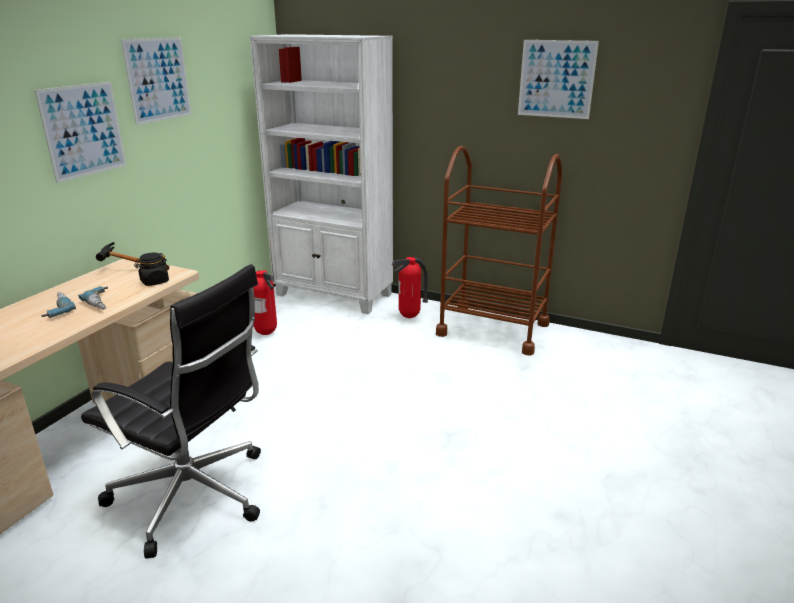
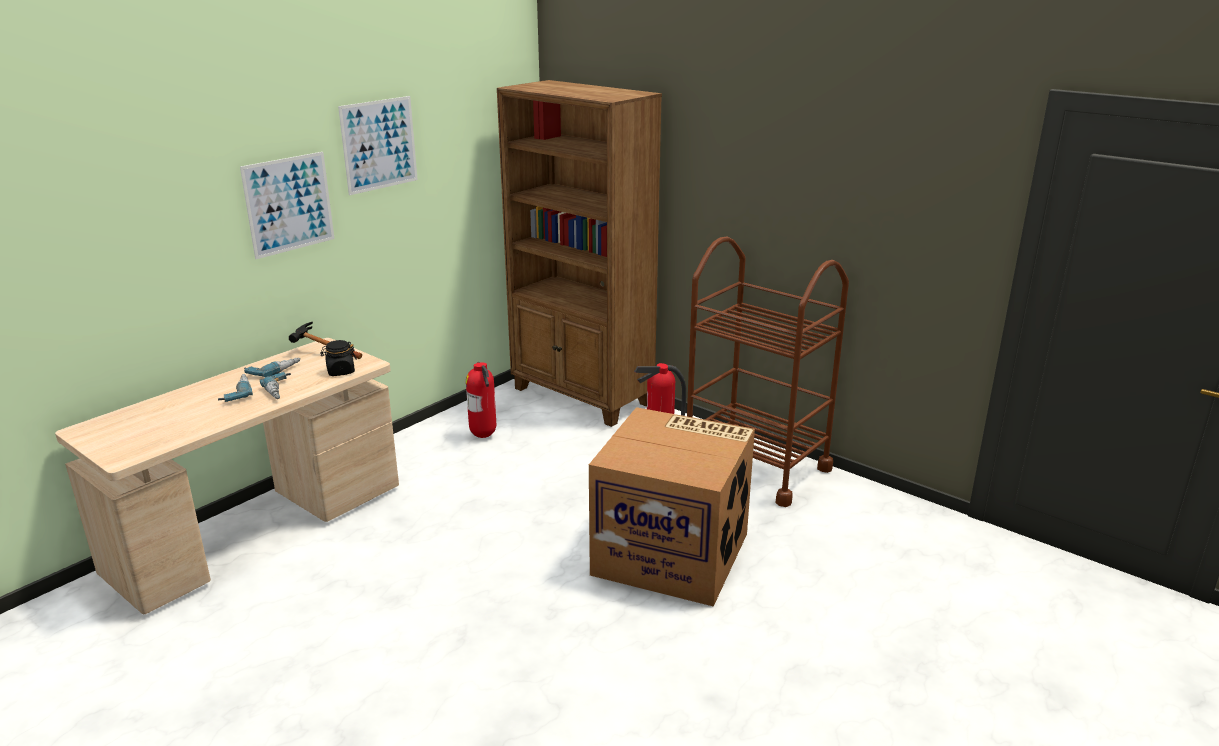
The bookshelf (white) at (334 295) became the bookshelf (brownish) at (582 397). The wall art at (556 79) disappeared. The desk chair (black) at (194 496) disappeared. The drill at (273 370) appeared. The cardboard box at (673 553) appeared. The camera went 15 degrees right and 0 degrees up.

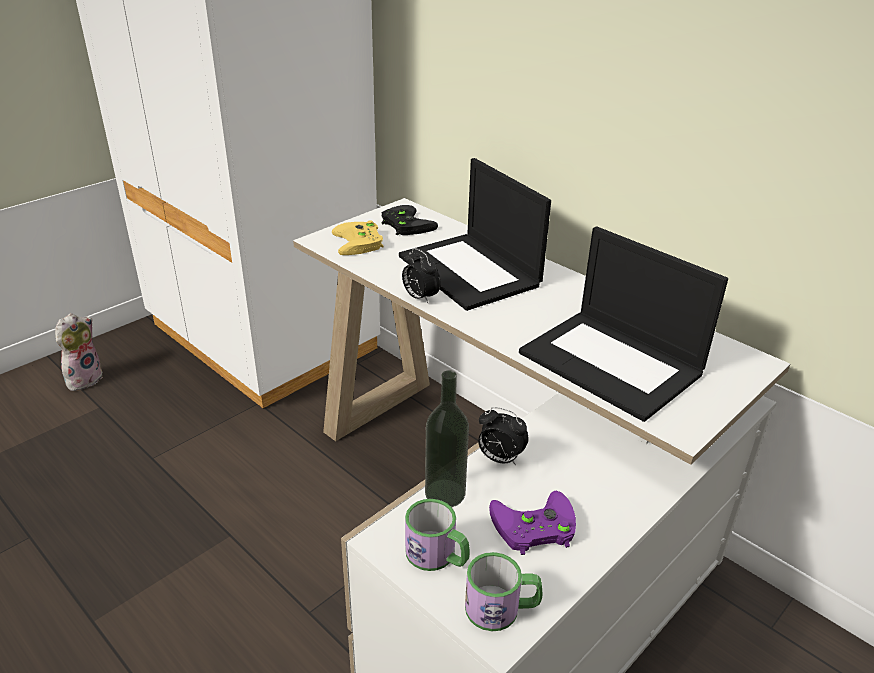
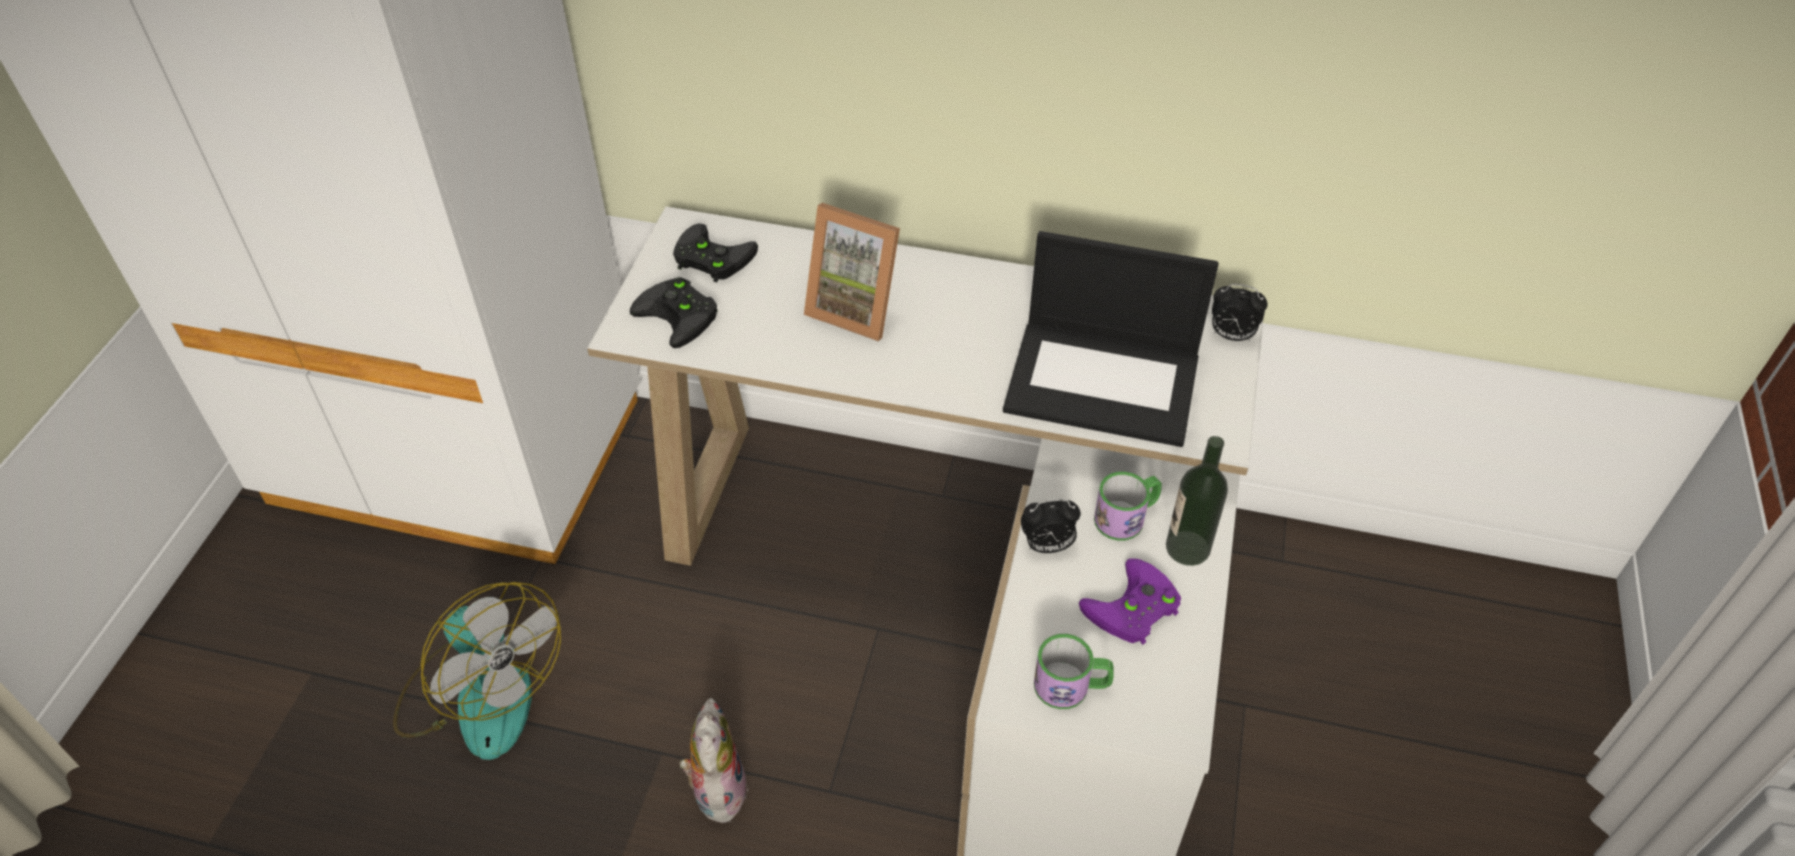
The laptop at (471 271) was replaced by the standing frame at (856 307). The joypad (yellow) at (360 243) became the joypad (black) at (681 315). The alarm clock moved from (419 297) to (1231 336). The soft toy moved from (84 378) to (717 789). The drink bottle moved from (445 493) to (1187 548). The tea mug moved from (502 608) to (1126 517). The electric fan at (481 694) appeared. The camera went 30 degrees left and 15 degrees up.

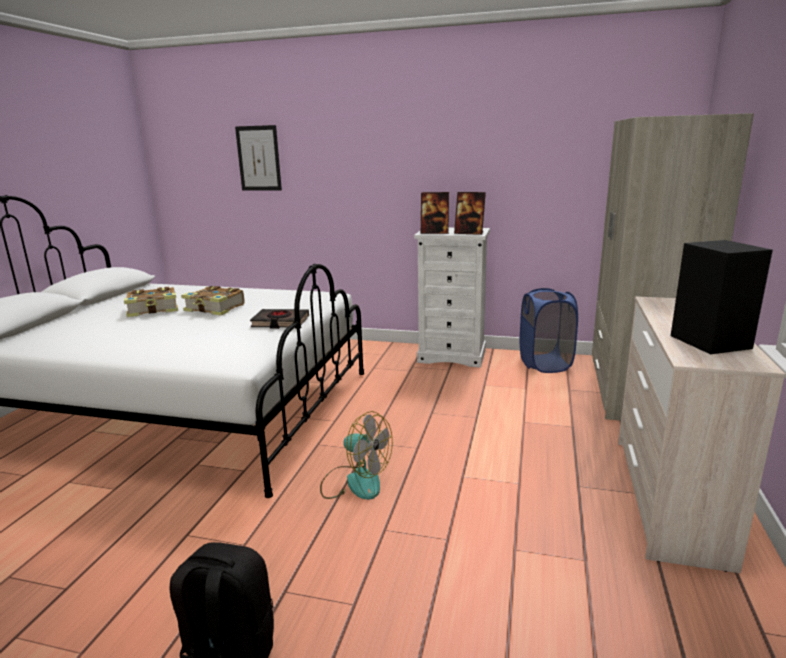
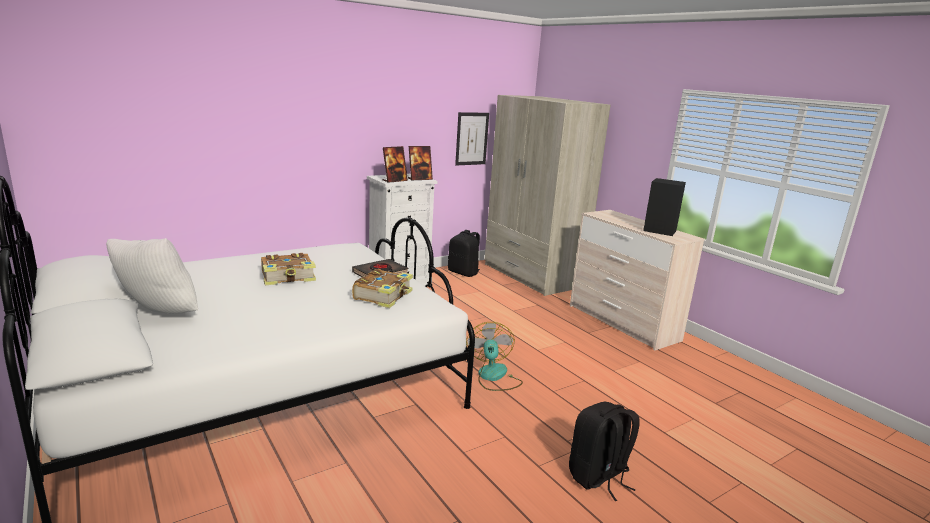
The wall art moved from (258 158) to (472 139). The volume moved from (154 310) to (384 296). The washing basket (blue-coloured) at (545 364) was replaced by the rucksack (black) at (463 273). The electric fan at (355 481) turned 75 degrees counterclockwise. The cushion (white) at (157 315) appeared. The camera went 50 degrees left and 0 degrees up.

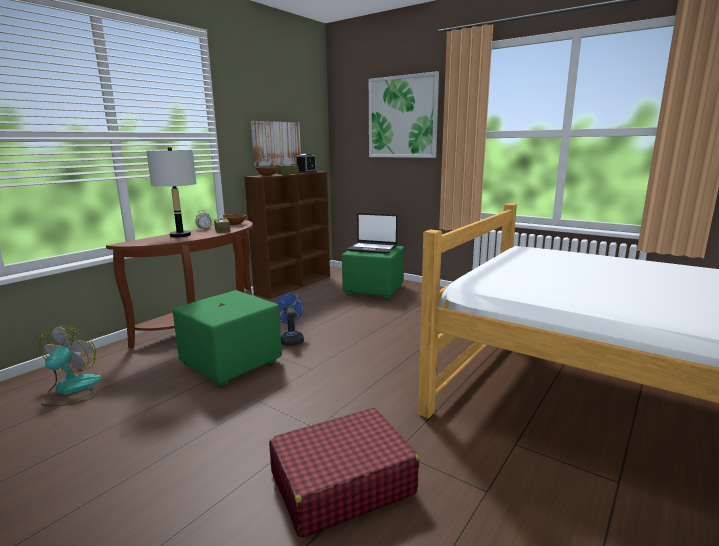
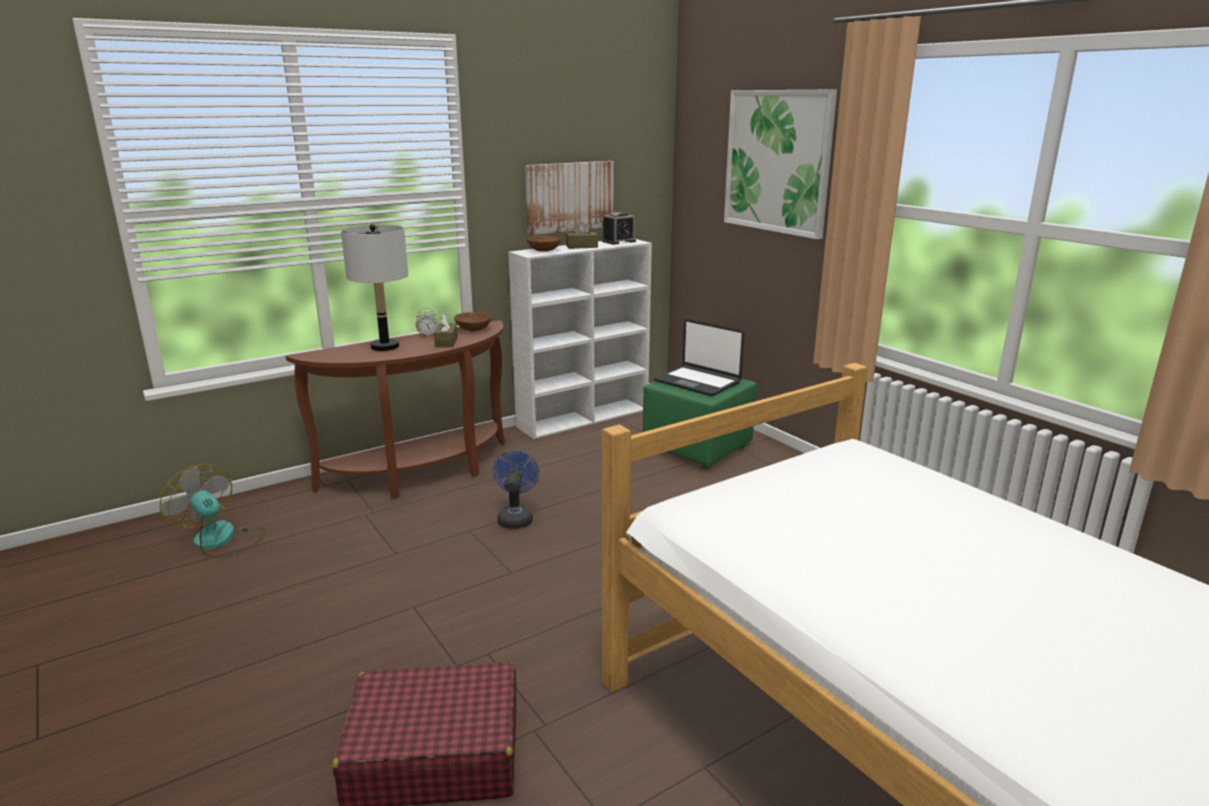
The bookshelf (brownish) at (294 284) became the bookshelf (white) at (584 417). The footrest (green) at (233 364) disappeared. The electric fan at (71 390) turned 75 degrees counterclockwise. The camera went 20 degrees right and 5 degrees up.

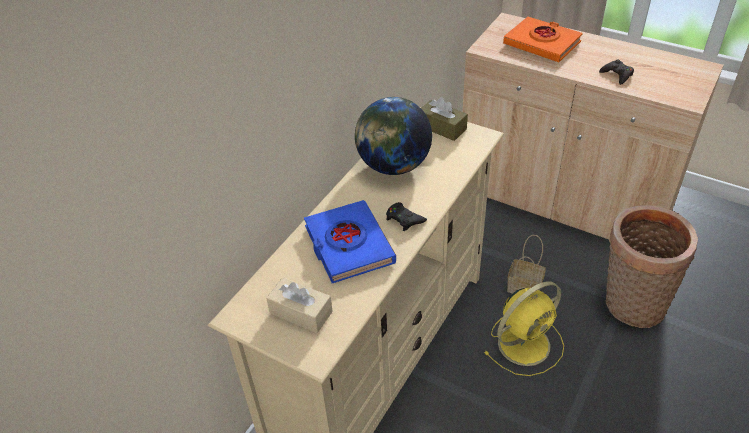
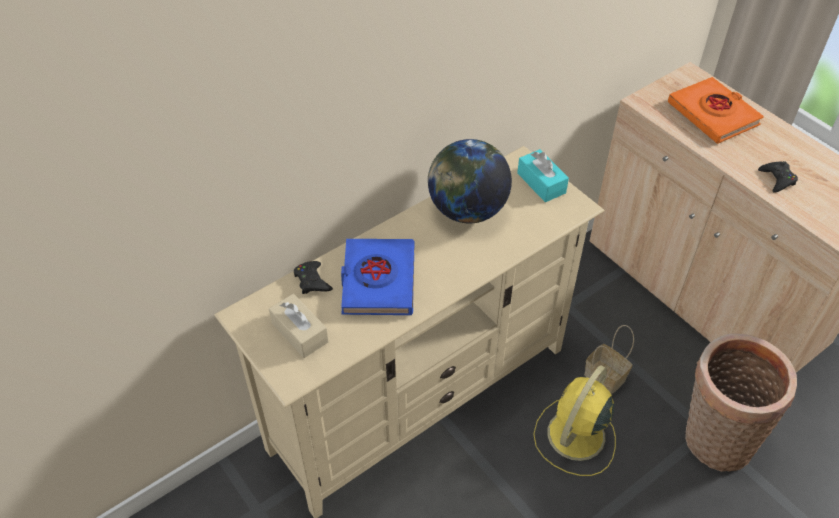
The tissue holder (brownish) at (442 127) became the tissue holder (turquoise-coloured) at (541 183). The joypad (black) moved from (404 219) to (312 281). The electric fan (yellow) at (525 343) turned 135 degrees clockwise. The camera went 20 degrees right and 5 degrees up.

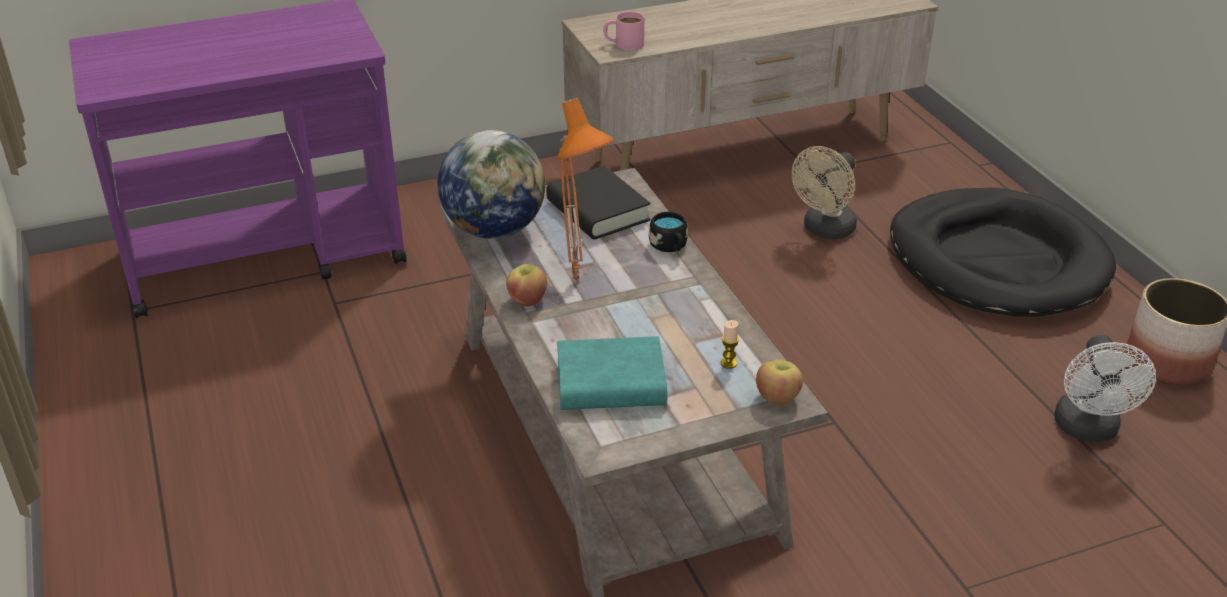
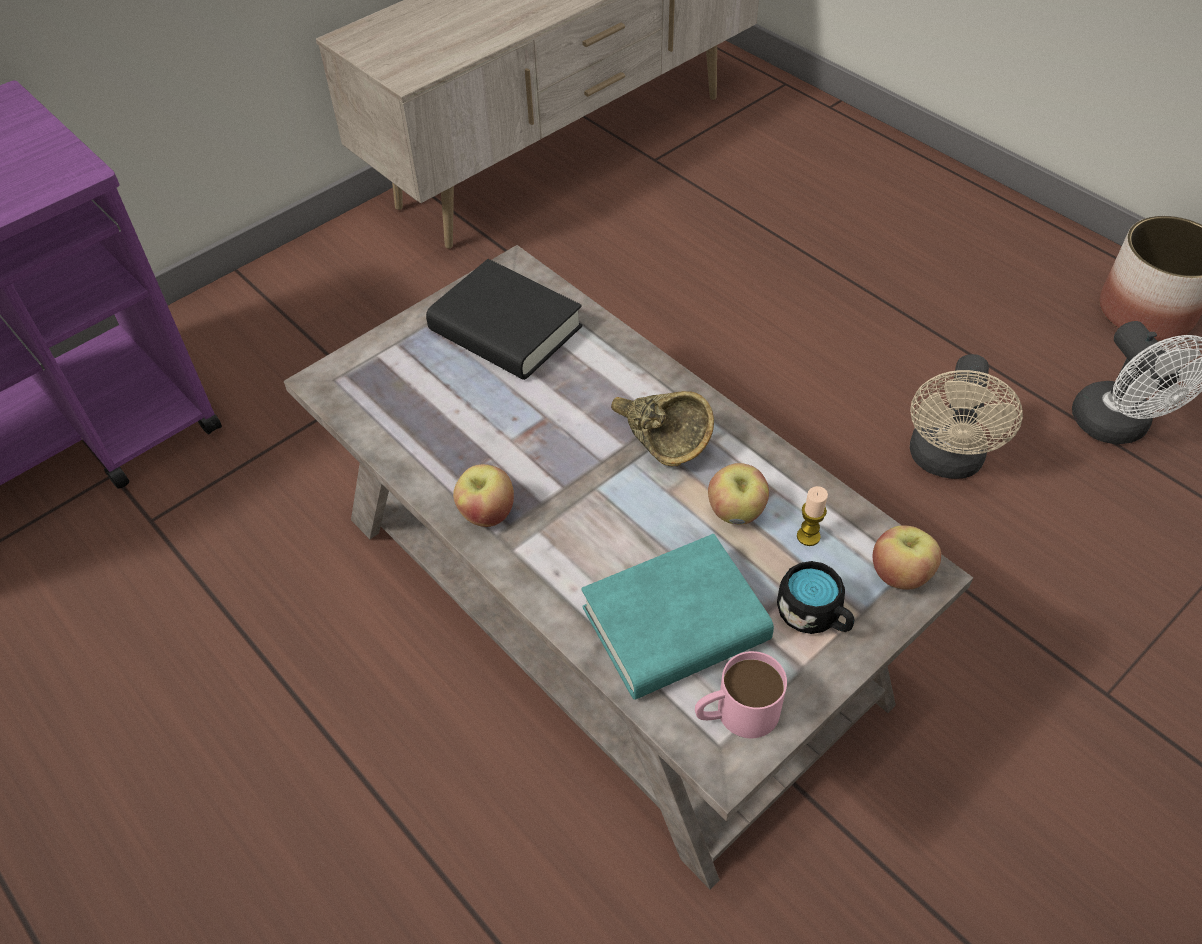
The tea mug (pink) moved from (623 43) to (736 713). The lamp for a table (orange) at (580 282) disappeared. The globe at (494 230) disappeared. The electric fan (beige-coloured) moved from (825 230) to (945 462). The pet bed (black) at (997 260) disappeared. The tea mug (black) moved from (670 247) to (815 616). The serving bowl (brownish) at (658 439) appeared. The apple fruit at (736 512) appeared. The camera went 20 degrees left and 15 degrees up.

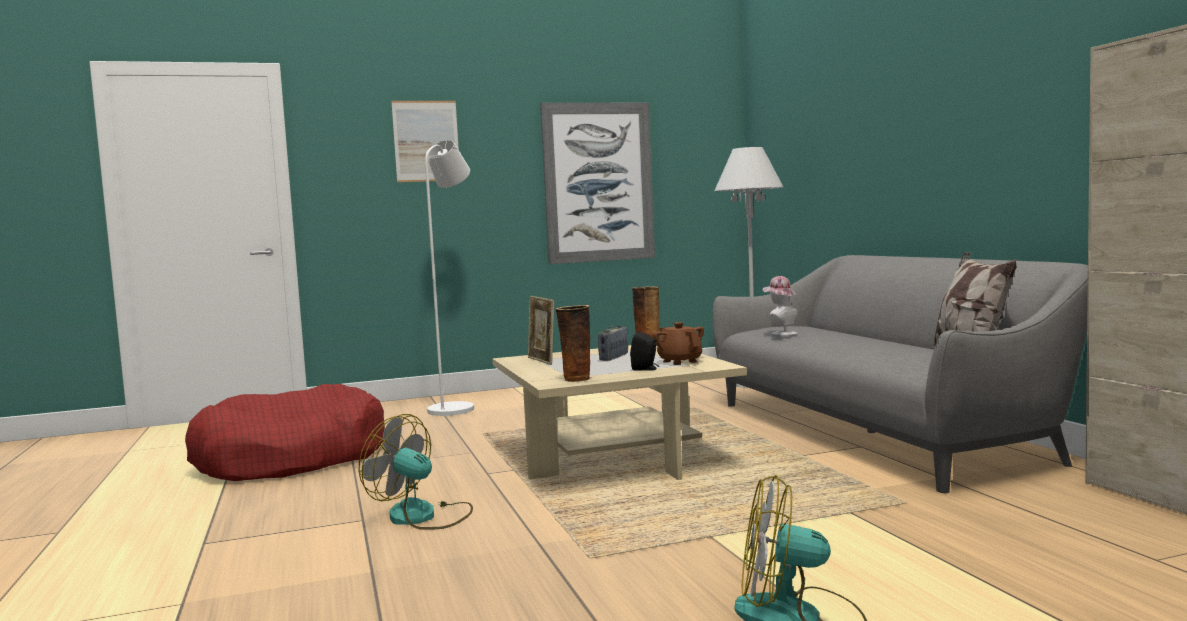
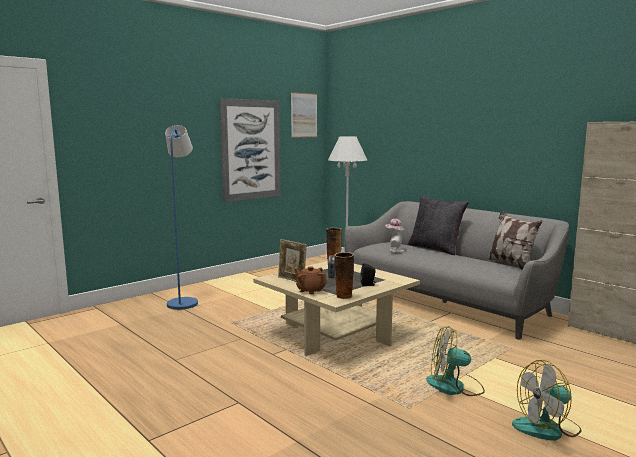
The wall art moved from (426 141) to (304 115). The standard lamp (white) at (456 408) became the standard lamp (blue-coloured) at (184 302). The teapot (brownish) moved from (679 361) to (310 290). The pet bed (red) at (290 458) disappeared. The electric fan moved from (422 516) to (454 386). The cushion (black) at (435 248) appeared. The camera went 25 degrees left and 5 degrees up.

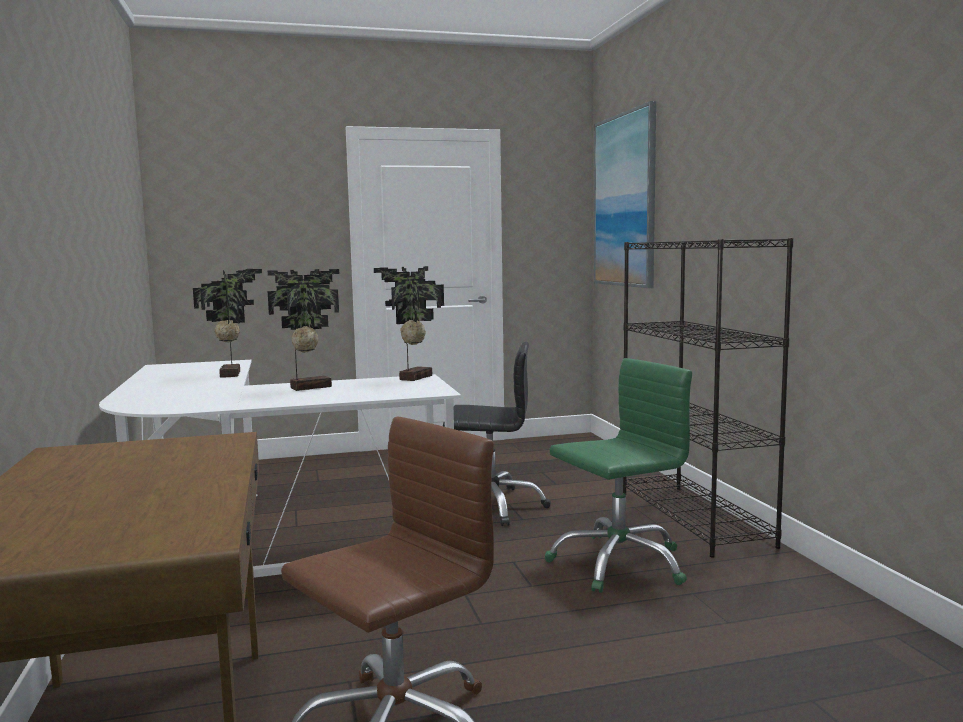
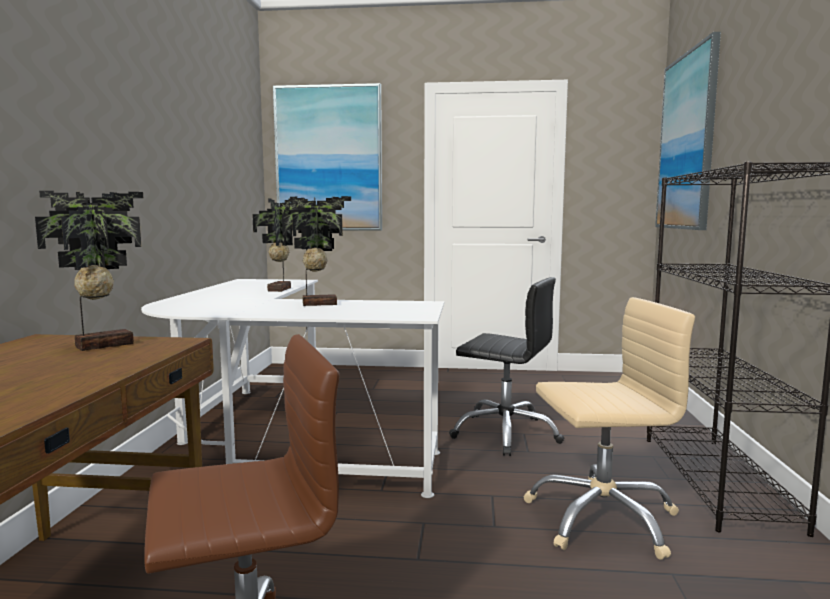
The potted plant moved from (413 378) to (102 345). The desk chair (green) at (618 563) became the desk chair (beige-coloured) at (602 518). The wall art at (328 159) appeared. The camera went 20 degrees right and 0 degrees up.

